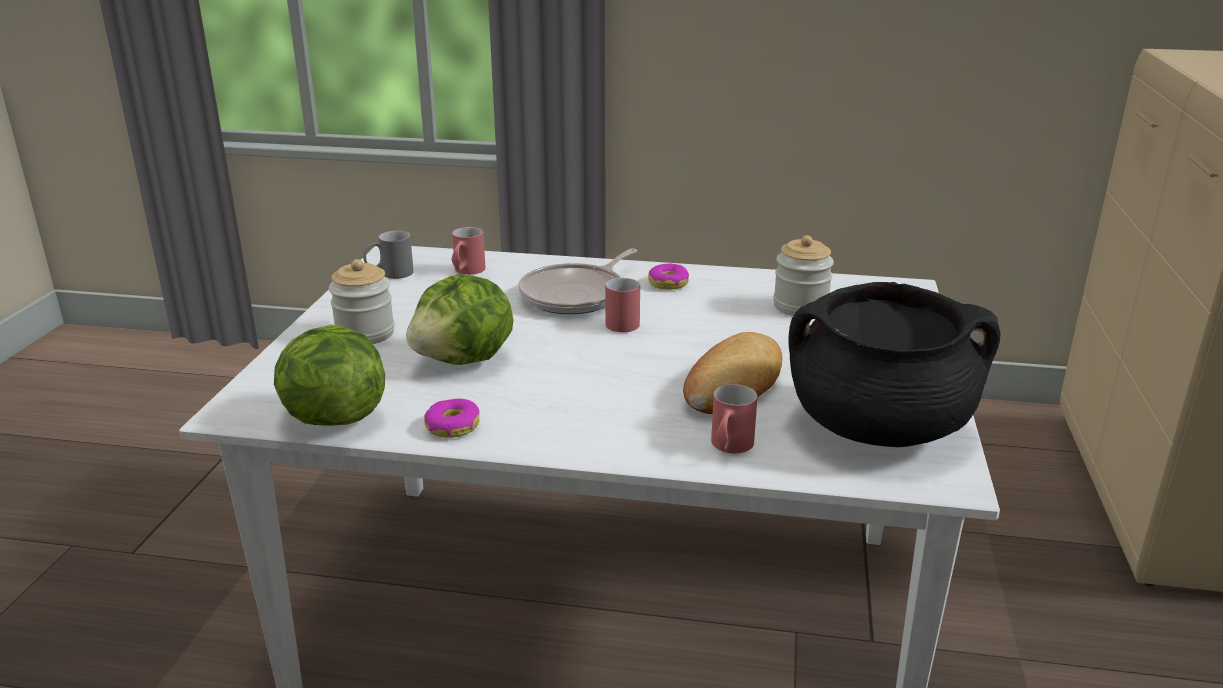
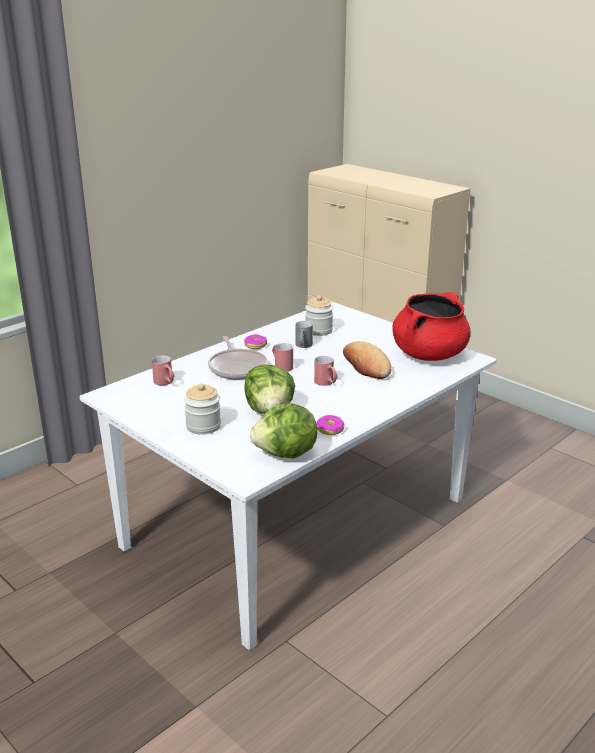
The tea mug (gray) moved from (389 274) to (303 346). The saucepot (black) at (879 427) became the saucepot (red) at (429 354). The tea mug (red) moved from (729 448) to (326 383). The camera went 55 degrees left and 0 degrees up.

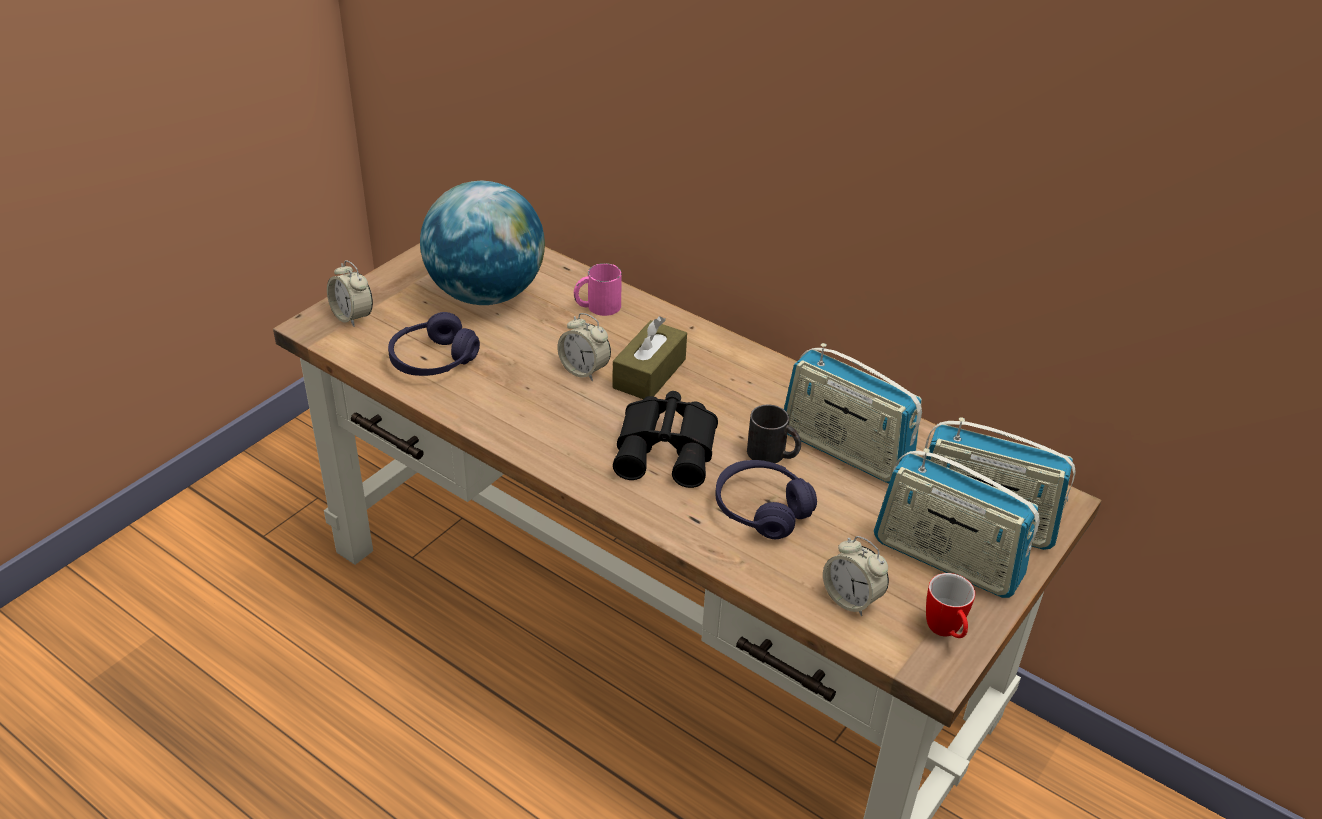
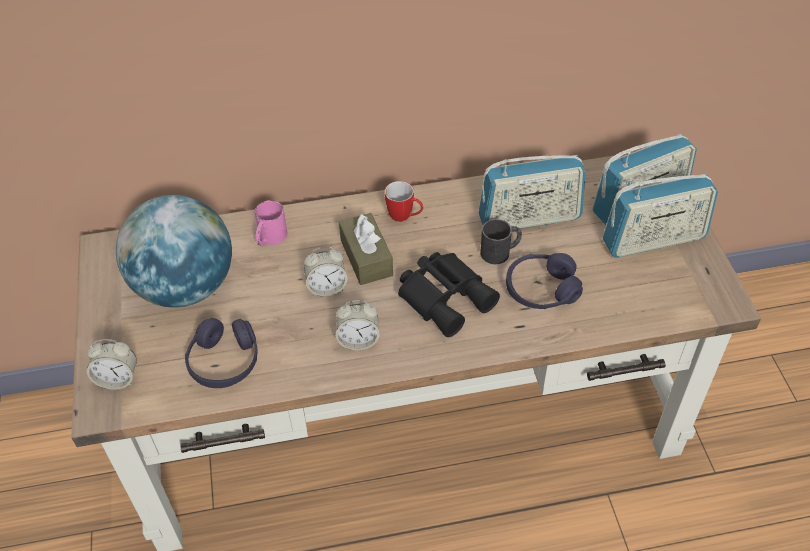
The alarm clock moved from (851 599) to (358 340). The tea mug moved from (946 632) to (405 217). The camera went 45 degrees left and 10 degrees up.

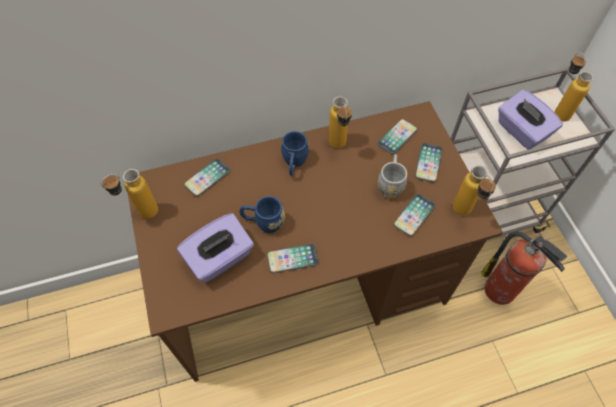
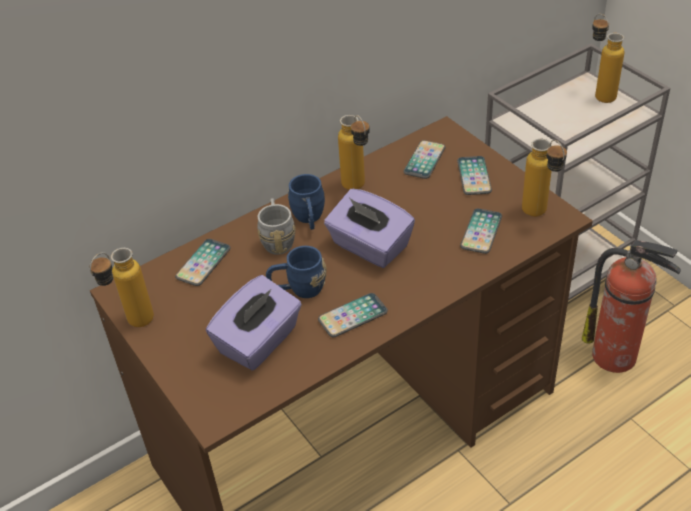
The tissue holder (purple) moved from (521 131) to (369 246). The tea mug (gray) moved from (390 184) to (277 239). The camera went 15 degrees left and 15 degrees down.

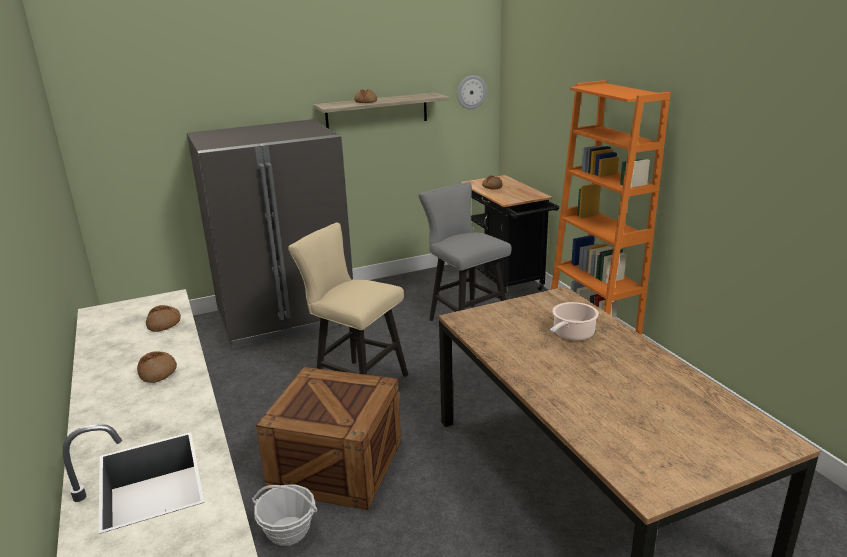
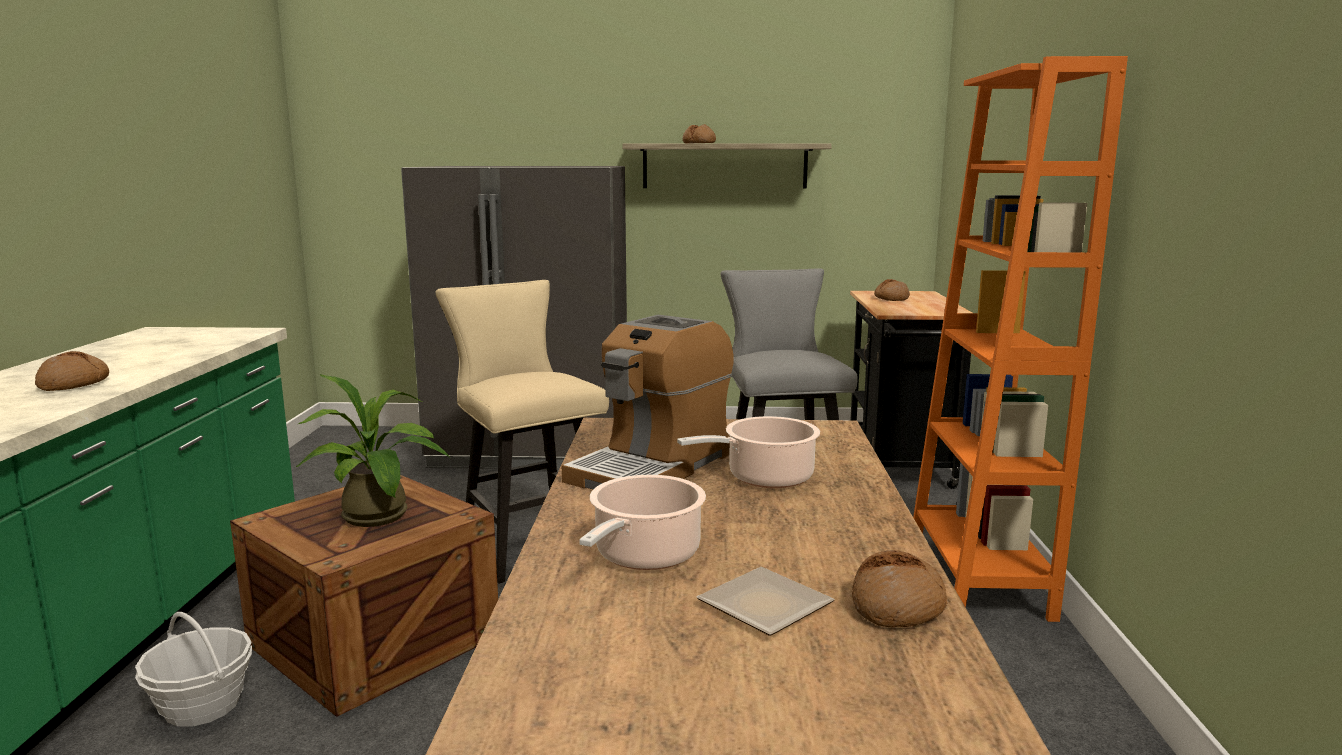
The clock on the wall at (471 92) disappeared. The bread moved from (164 324) to (897 606). The coffee machine at (652 467) appeared. The potted plant at (379 518) appeared. The saucepot at (644 556) appeared. The plate at (765 609) appeared. The camera went 25 degrees right and 10 degrees down.

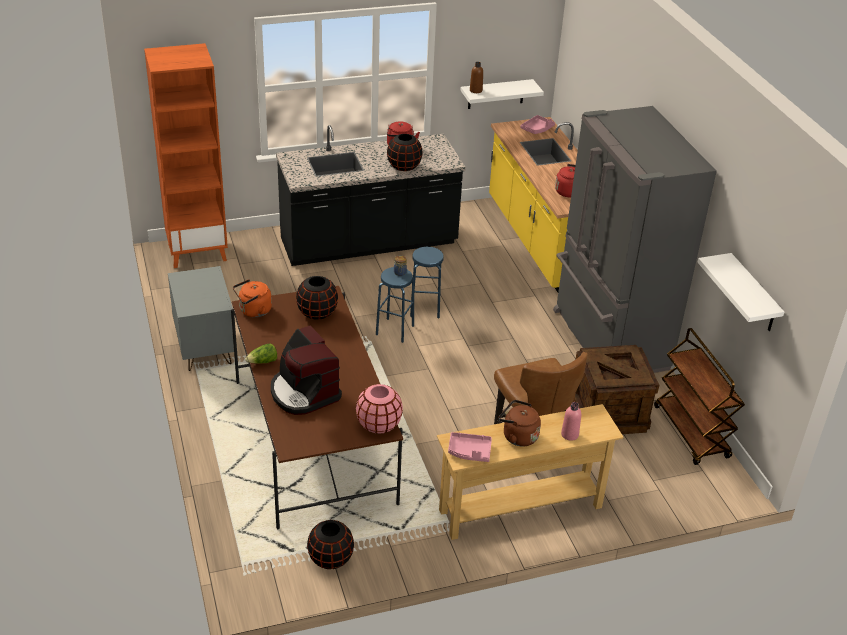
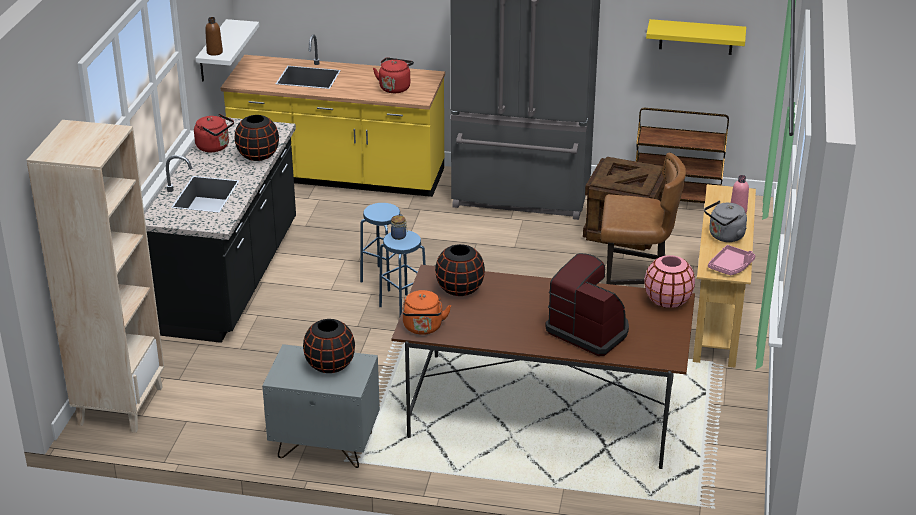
The bookshelf (orange) at (197 252) became the bookshelf (beige-coloured) at (120 405). The carrying tray (pink) at (537 129) disappeared. The bracket shelf (white) at (753 294) became the bracket shelf (yellow) at (696 37). The coffee machine at (304 392) turned 135 degrees counterclockwise. The lettuce at (263 362) disappeared. The water kettle (brownish) at (517 436) became the water kettle (gray) at (724 236). The decorative vase (black) moved from (330 558) to (330 365). The camera went 60 degrees left and 5 degrees down.

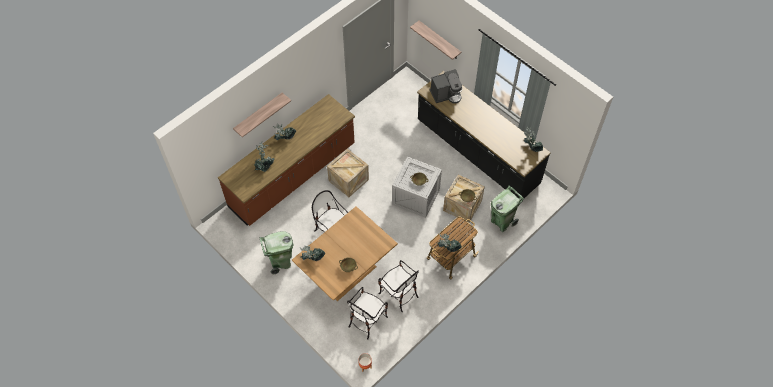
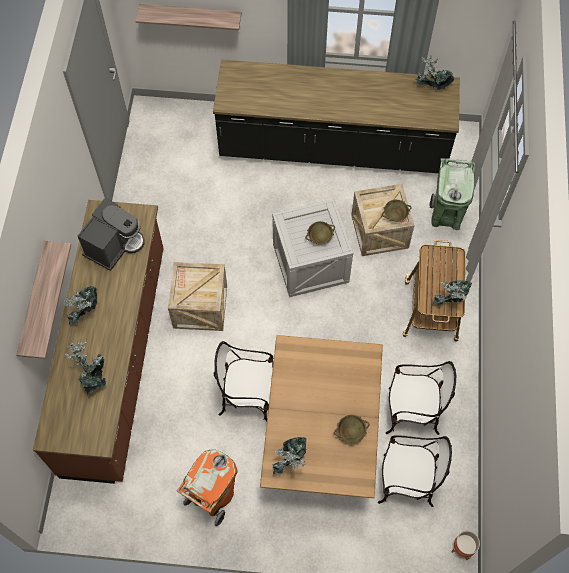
The coffee machine moved from (446 94) to (114 245). The rubbish bin (green) at (280 262) became the rubbish bin (orange) at (213 498). The chair at (367 320) turned 75 degrees counterclockwise. The camera went 40 degrees left and 5 degrees up.

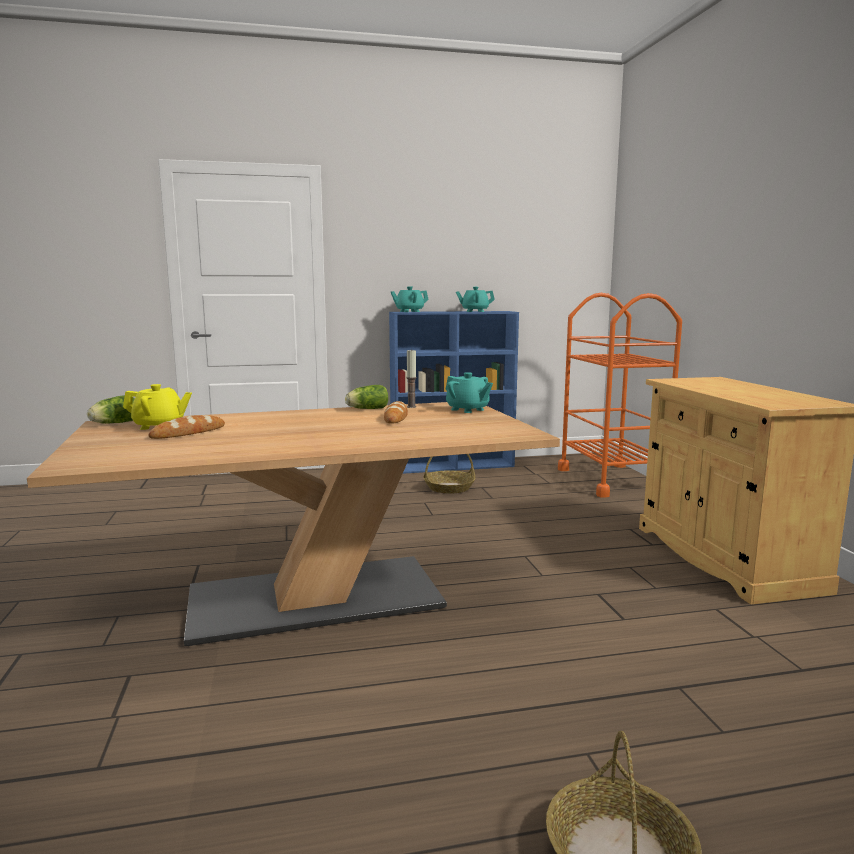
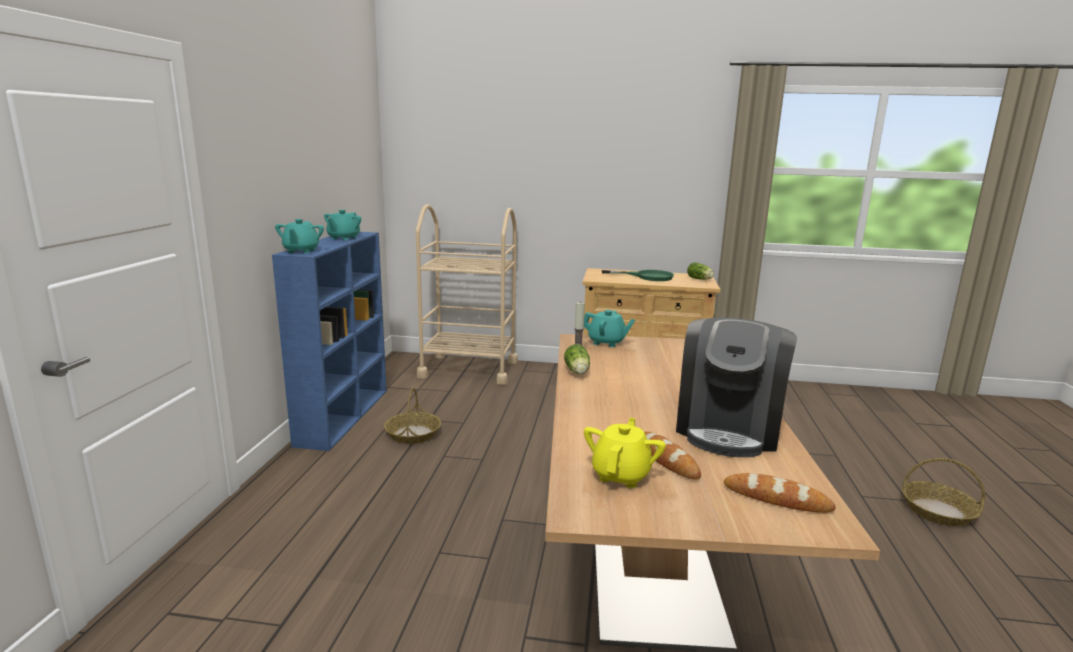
The trolley (orange) at (612 480) became the trolley (beige-coloured) at (469 369). The teapot (turquoise-coloured) at (467 410) turned 45 degrees clockwise. The lettuce moved from (114 423) to (700 279). The bread moved from (396 417) to (777 498). The skillet (green) at (647 277) appeared. The coffee machine at (728 429) appeared. The camera went 70 degrees left and 5 degrees up.

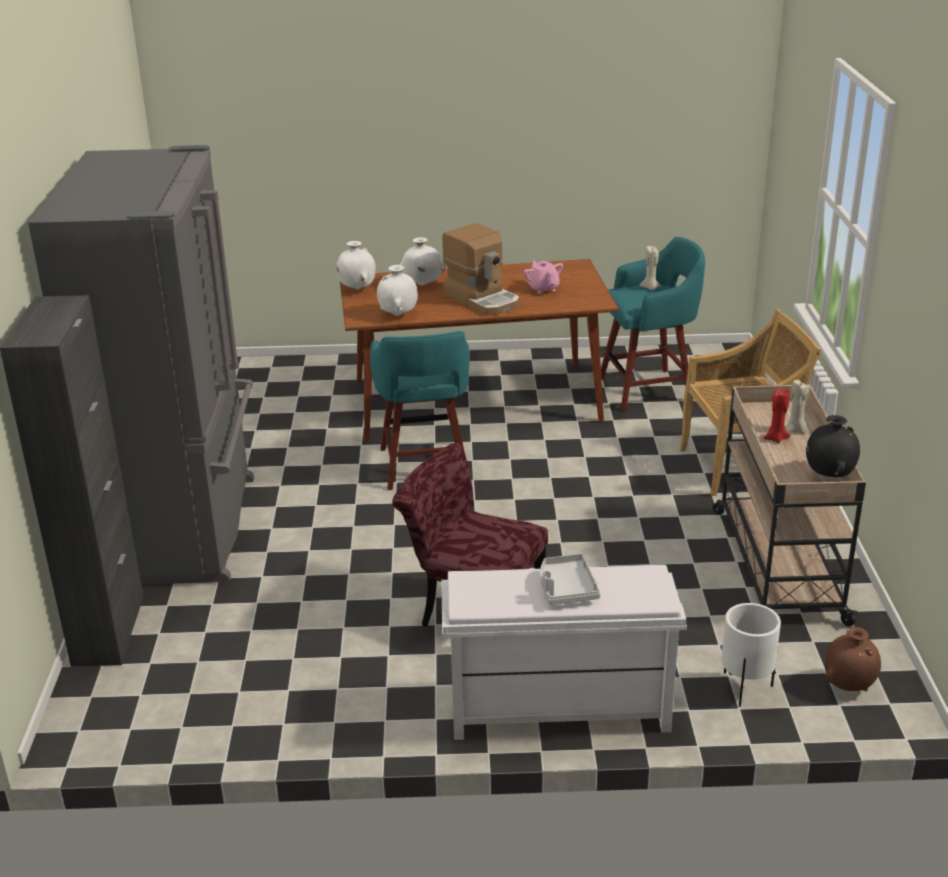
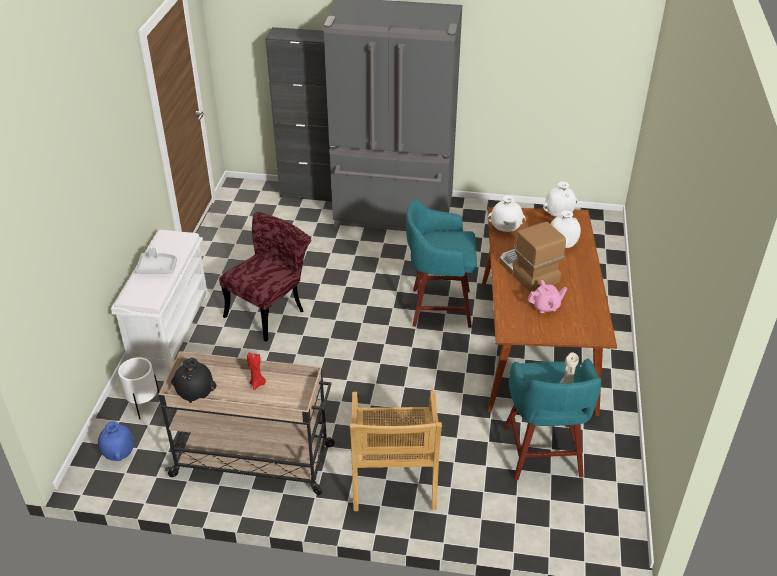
The coffee machine at (483 299) turned 90 degrees clockwise. The wax candle (beige-coloured) at (795 430) disappeared. The decorative vase (brownish) at (849 686) became the decorative vase (blue-coloured) at (119 455). The camera went 100 degrees right and 10 degrees up.

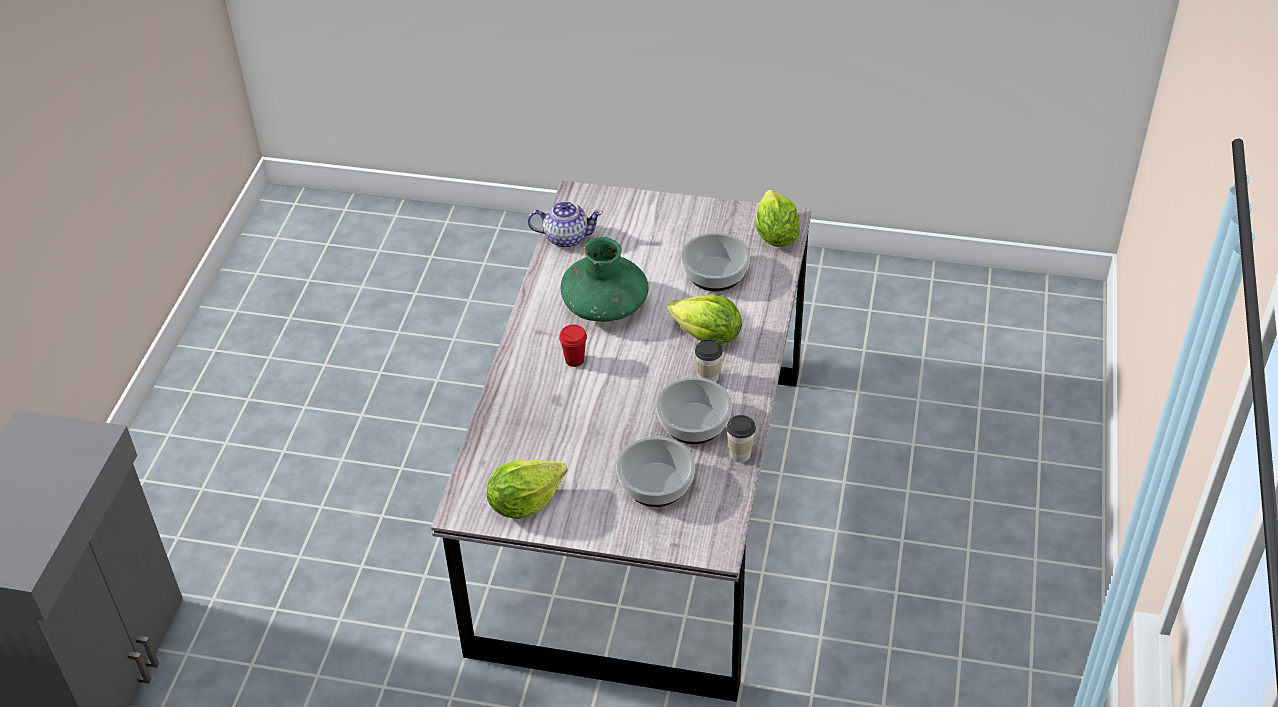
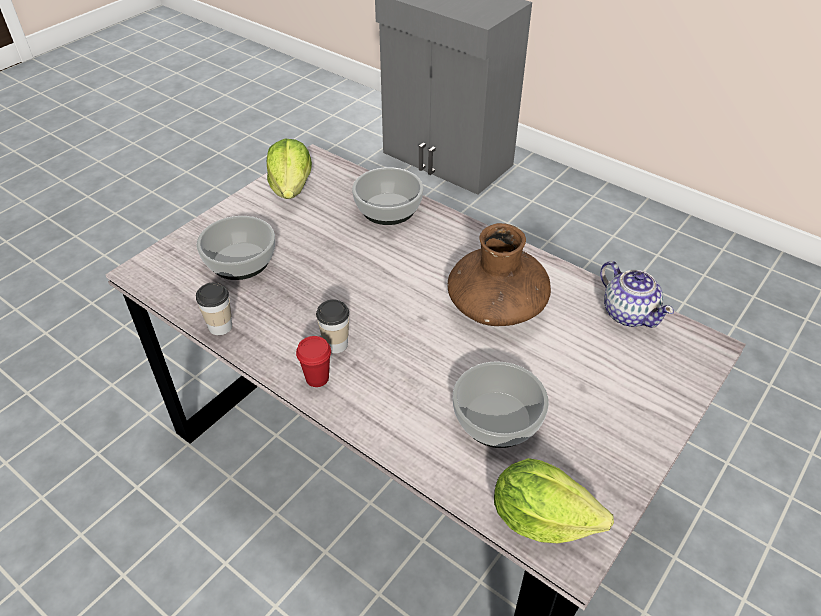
The teapot at (566 237) turned 60 degrees counterclockwise. The decorative vase (green) at (605 305) became the decorative vase (brownish) at (496 306). The lettuce at (707 336) disappeared. The cup (red) moved from (574 360) to (317 378). The serving bowl moved from (694 422) to (388 209). The camera went 115 degrees right and 0 degrees up.

